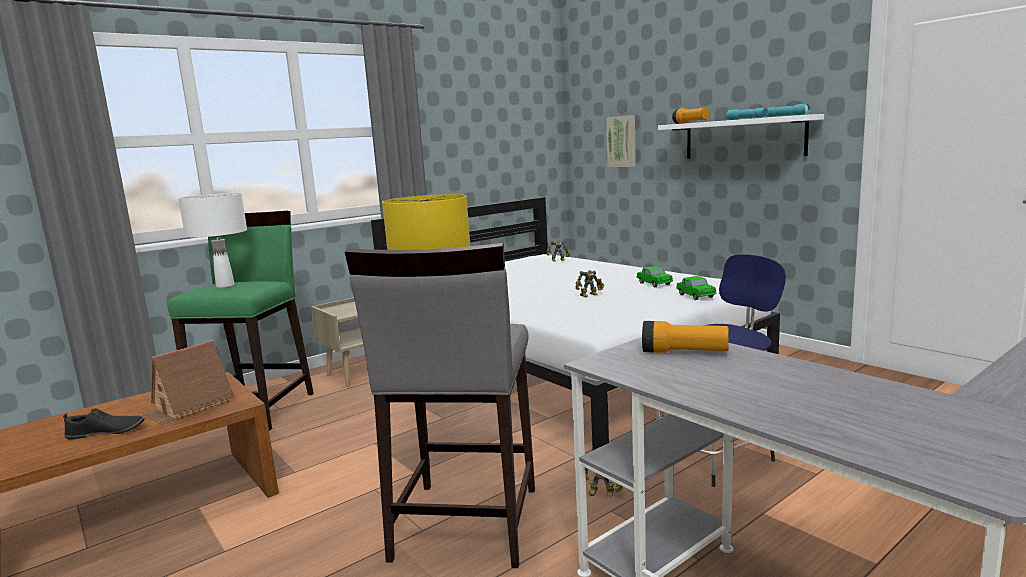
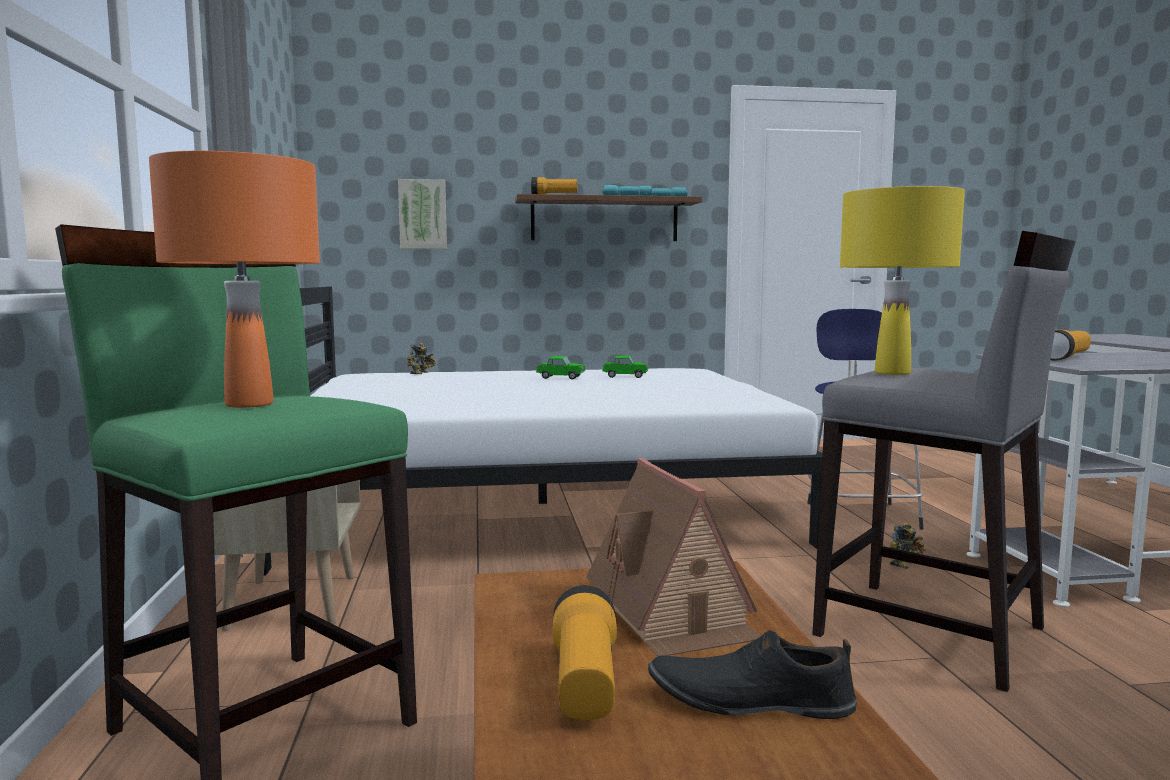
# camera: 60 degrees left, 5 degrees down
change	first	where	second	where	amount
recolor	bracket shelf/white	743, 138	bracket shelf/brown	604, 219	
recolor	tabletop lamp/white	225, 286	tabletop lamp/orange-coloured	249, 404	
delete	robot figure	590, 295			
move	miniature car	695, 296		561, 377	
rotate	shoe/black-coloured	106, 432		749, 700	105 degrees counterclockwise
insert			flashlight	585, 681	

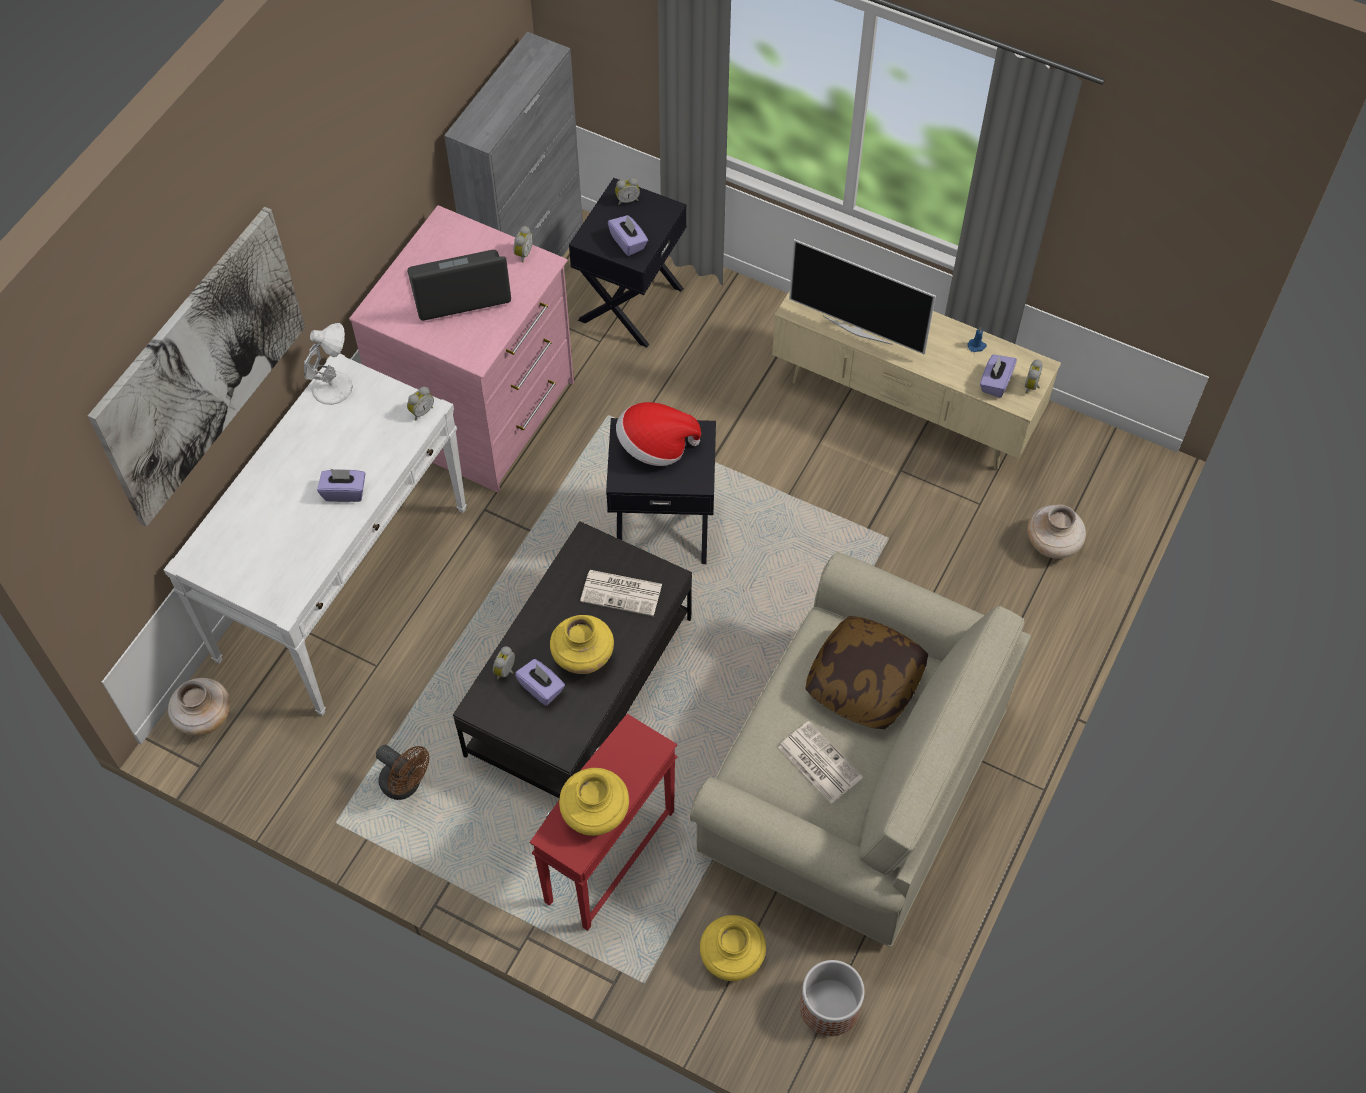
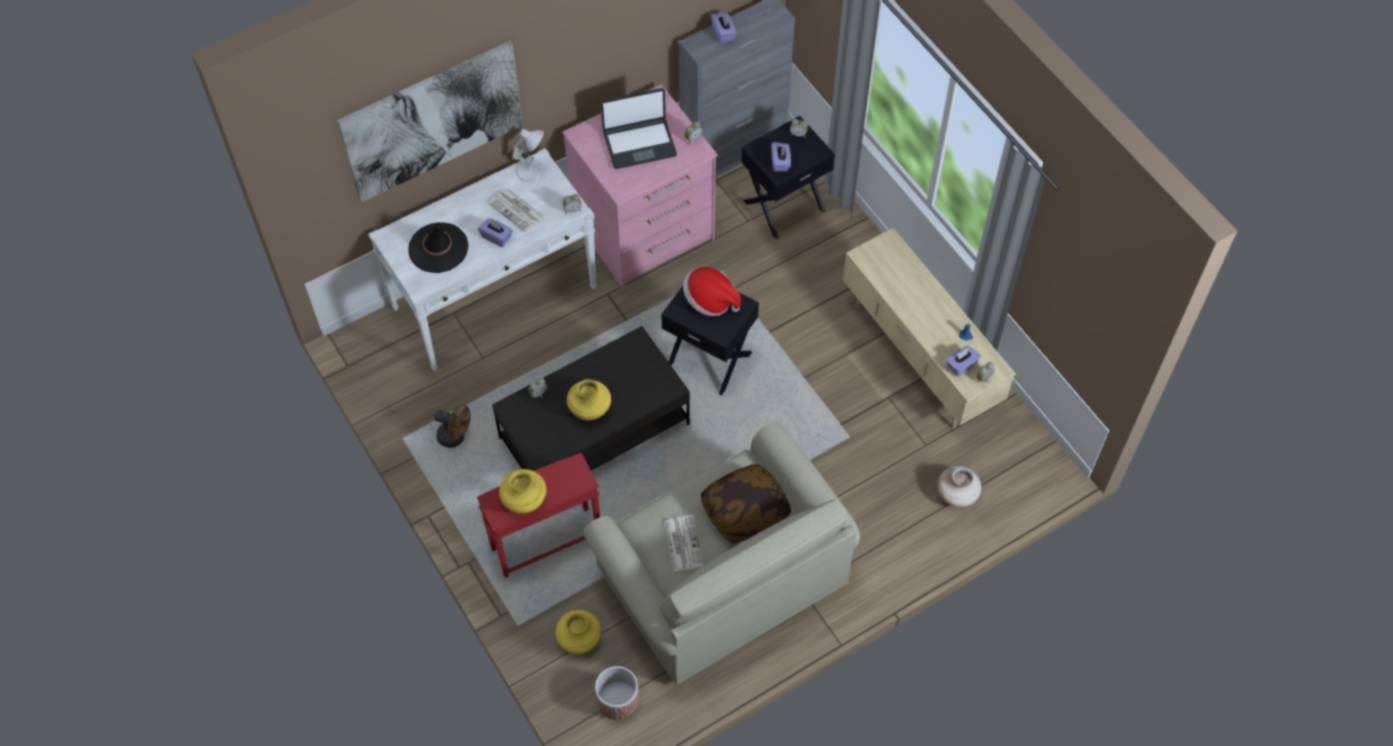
# camera: 30 degrees right, 0 degrees up
change	first	where	second	where	amount
delete	television	858, 329			
rotate	notebook computer	459, 289		639, 143	150 degrees clockwise
move	daily paper	622, 593		517, 211	
move	tissue box/purple-coloured	541, 688		723, 33	
delete	vase/beige-coloured	204, 717			
rotate	fan/brown	406, 785		455, 437	45 degrees counterclockwise
insert			clothing hat/black-coloured	438, 248	

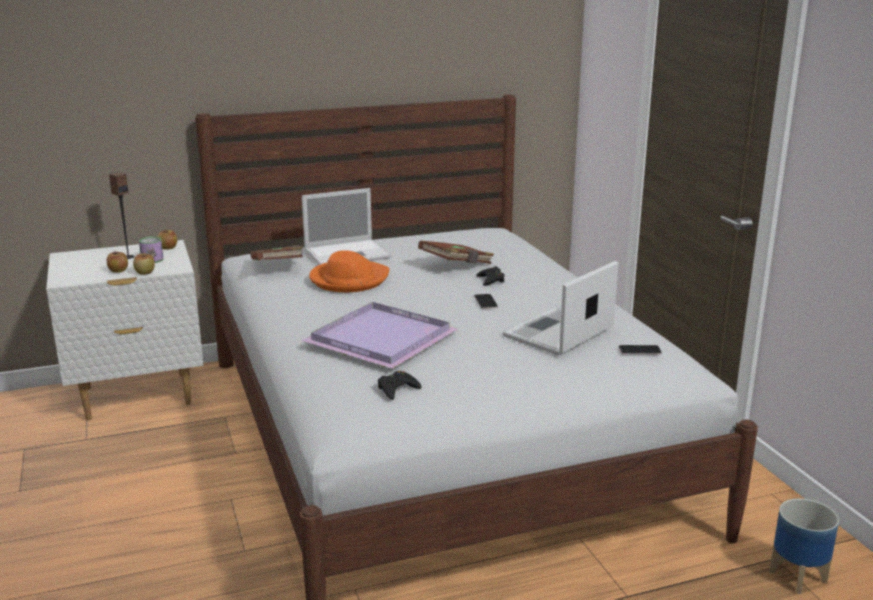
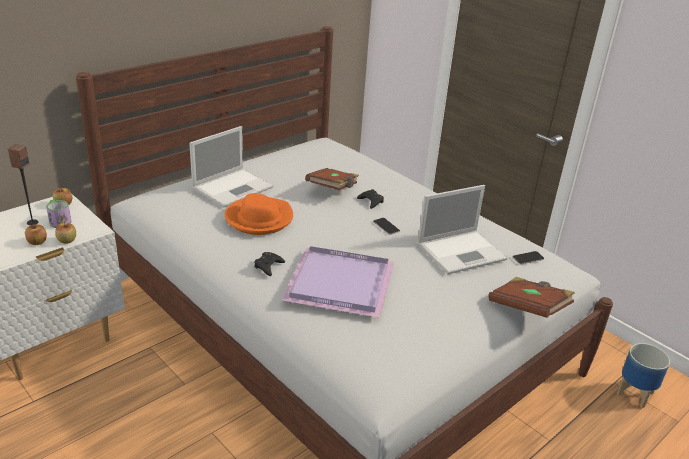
# camera: 25 degrees left, 10 degrees up
change	first	where	second	where	amount
move	bound book/brown	278, 267		528, 308	
rotate	notebook computer	557, 333		462, 251	135 degrees counterclockwise
move	joypad/black-coloured	397, 389		268, 266	

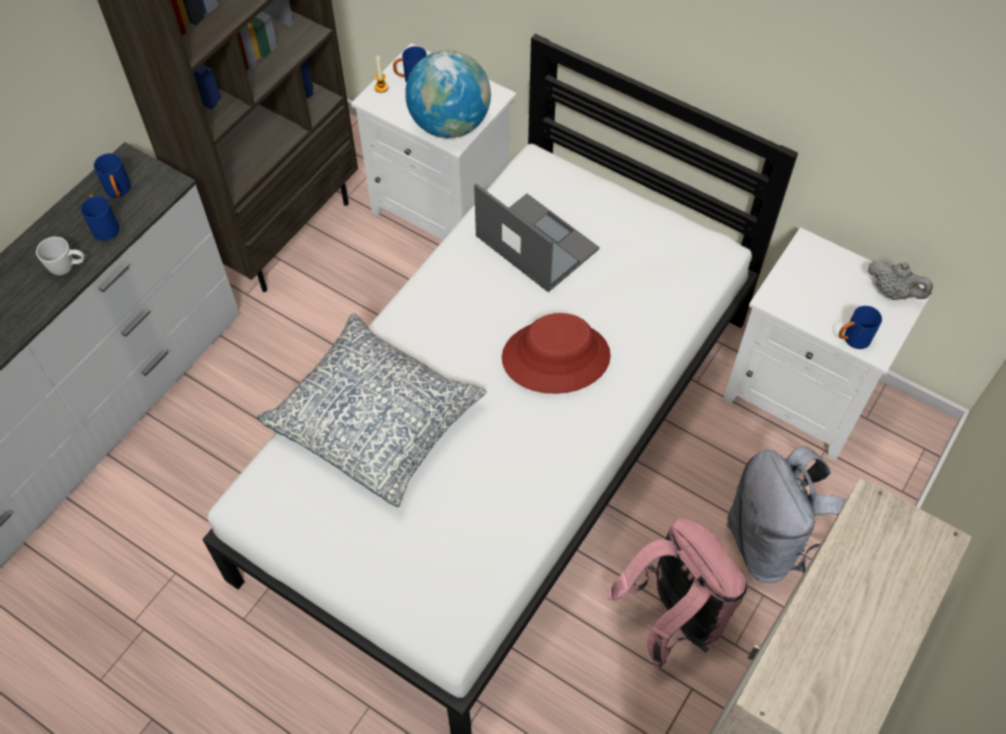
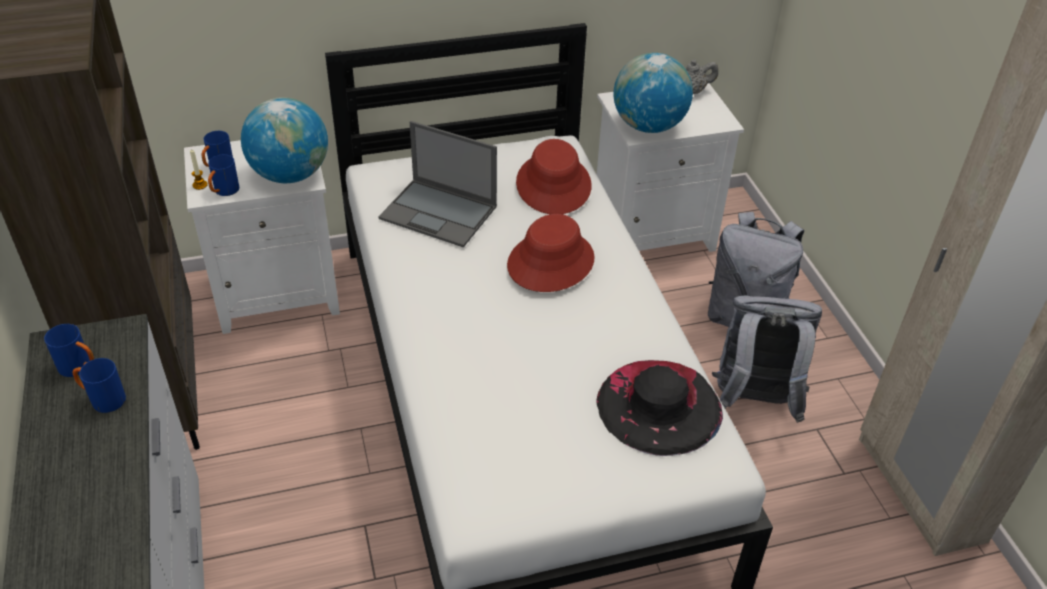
# camera: 50 degrees left, 15 degrees down
change	first	where	second	where	amount
rotate	notebook computer	535, 242		439, 213	150 degrees counterclockwise
delete	coffee mug/white	68, 268			
move	coffee mug/blue	852, 340		224, 192	
delete	throw pillow	376, 420			
recolor	knapsack/pink-coloured	672, 617	knapsack/grey	753, 401	
insert			desk globe	648, 126	
insert			clothing hat/red-coloured	554, 185	
insert			clothing hat/black-coloured	659, 406	

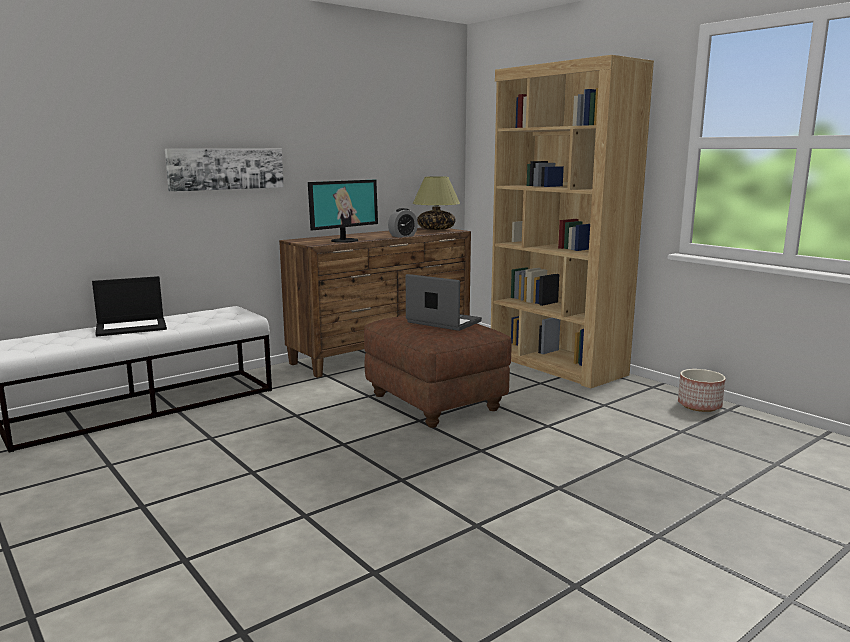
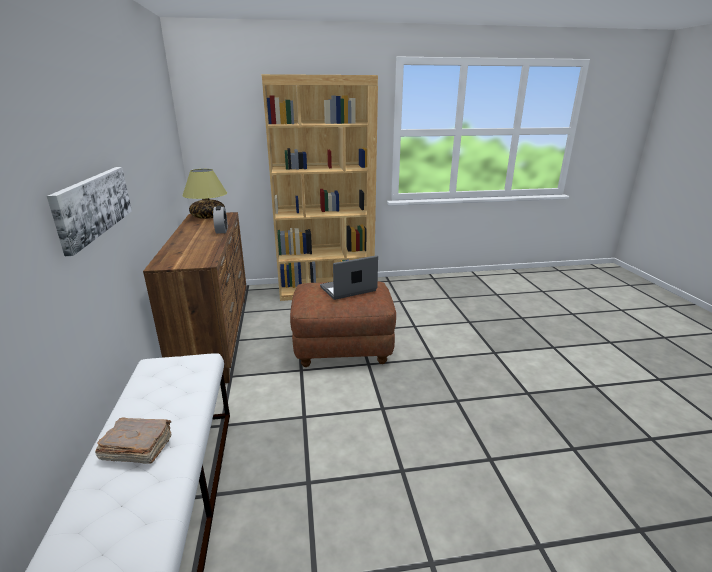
# camera: 60 degrees left, 10 degrees up
change	first	where	second	where	amount
delete	monitor	344, 240			
replace	notebook computer	132, 327	bound book/brown	137, 449	
delete	planter	698, 405			

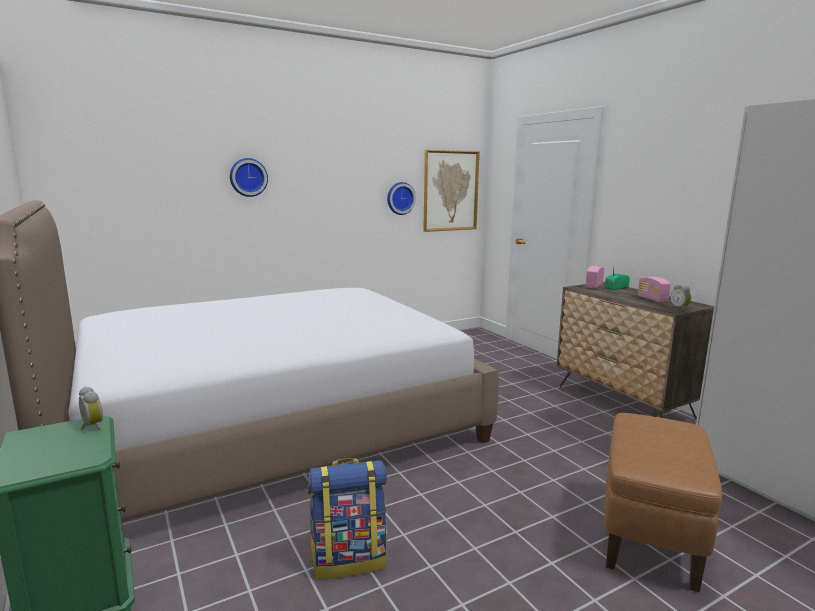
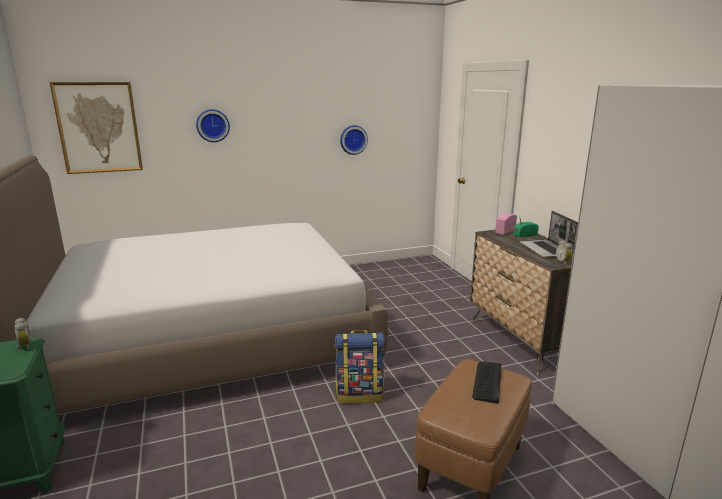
# camera: 10 degrees right, 5 degrees up
change	first	where	second	where	amount
move	picture	450, 191		99, 127	
replace	radio set	652, 299	notebook computer	547, 250	
move	knapsack	349, 559		360, 394	
insert			keyboard	487, 382	

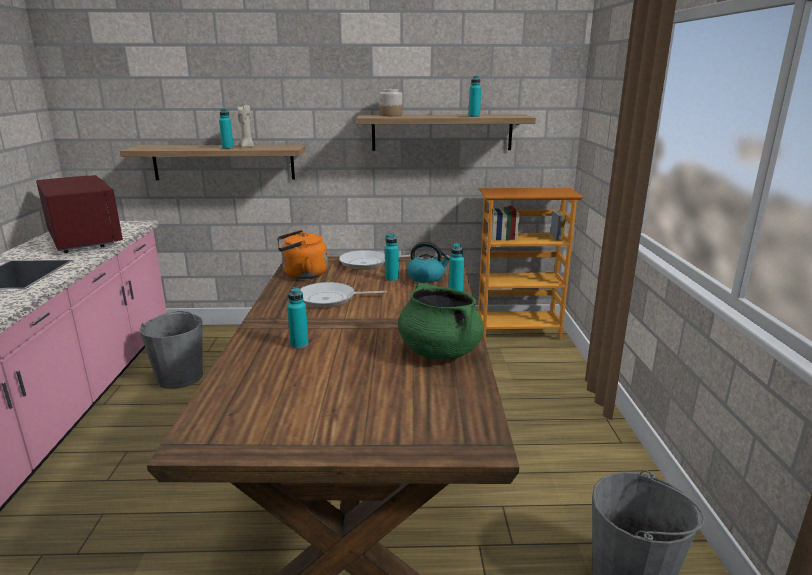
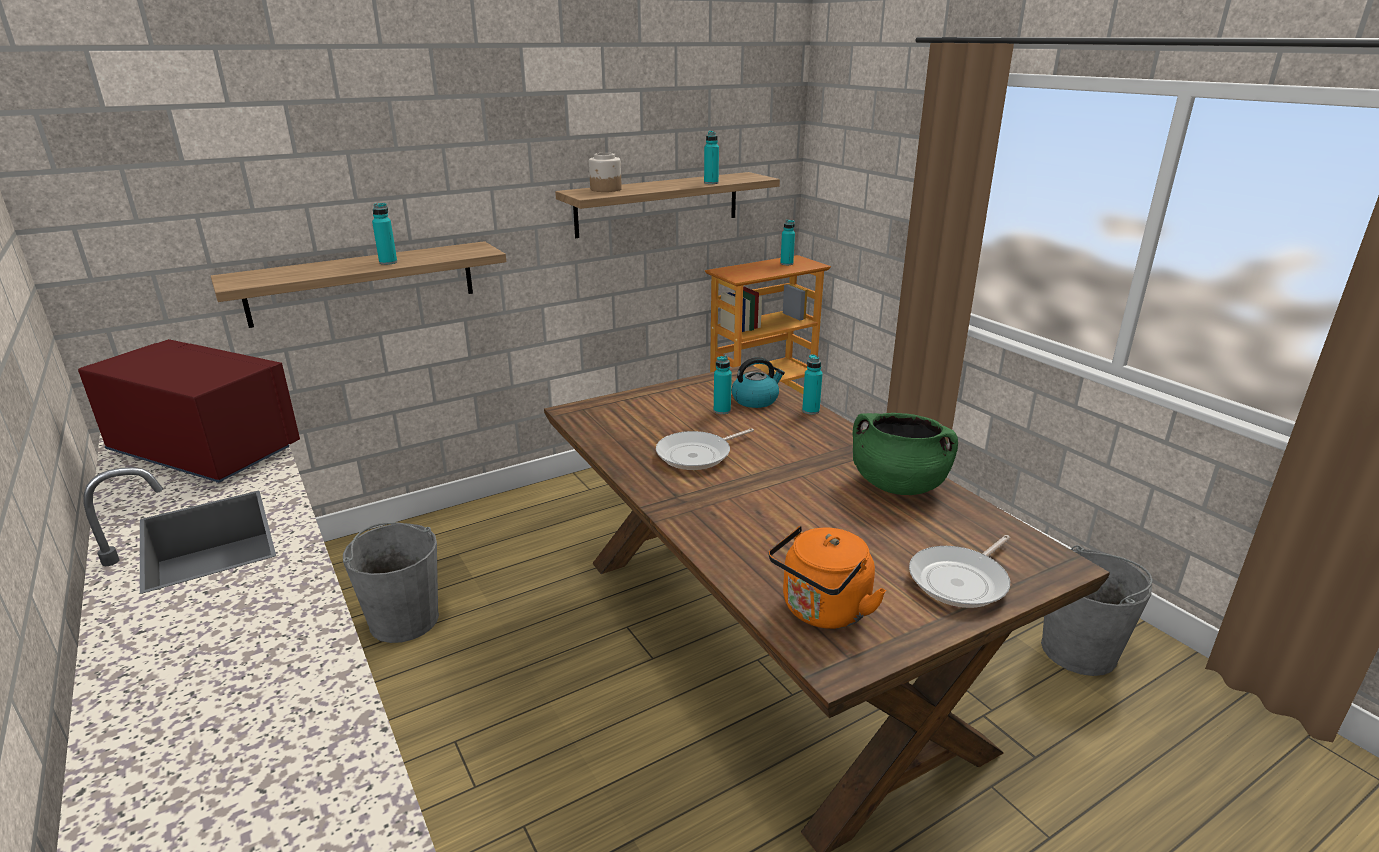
# camera: 30 degrees left, 5 degrees up
change	first	where	second	where	amount
delete	candle/beige-coloured	247, 147			
move	kettle/orange-coloured	302, 274		822, 611	
move	skillet	367, 263		961, 581	
move	beverage bottle/turquoise-coloured	299, 344		786, 263	

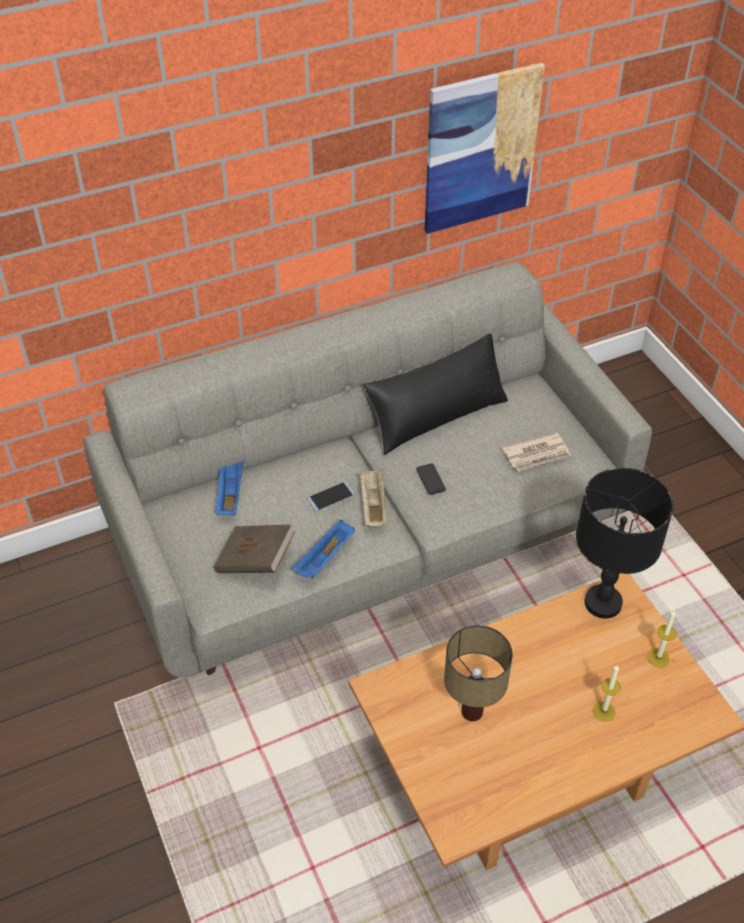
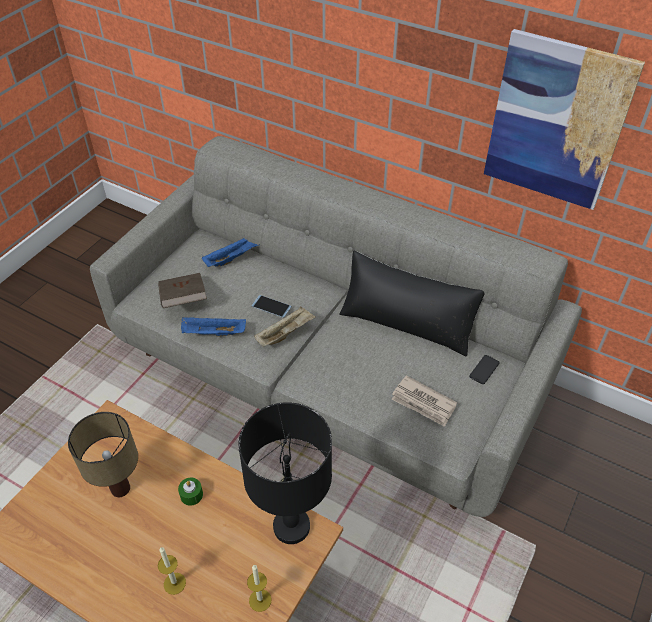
# camera: 55 degrees right, 0 degrees up
change	first	where	second	where	amount
move	handset	430, 479		484, 369	
insert			candle/green	191, 495	

